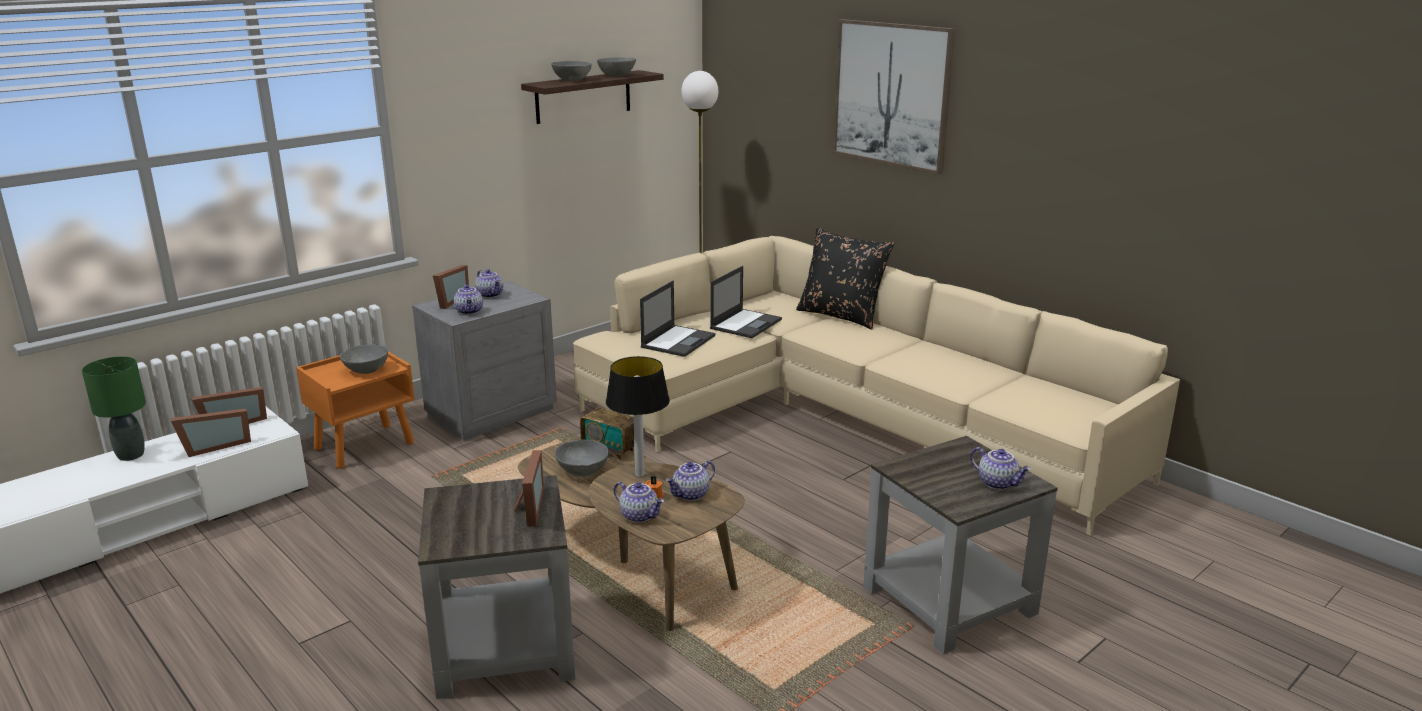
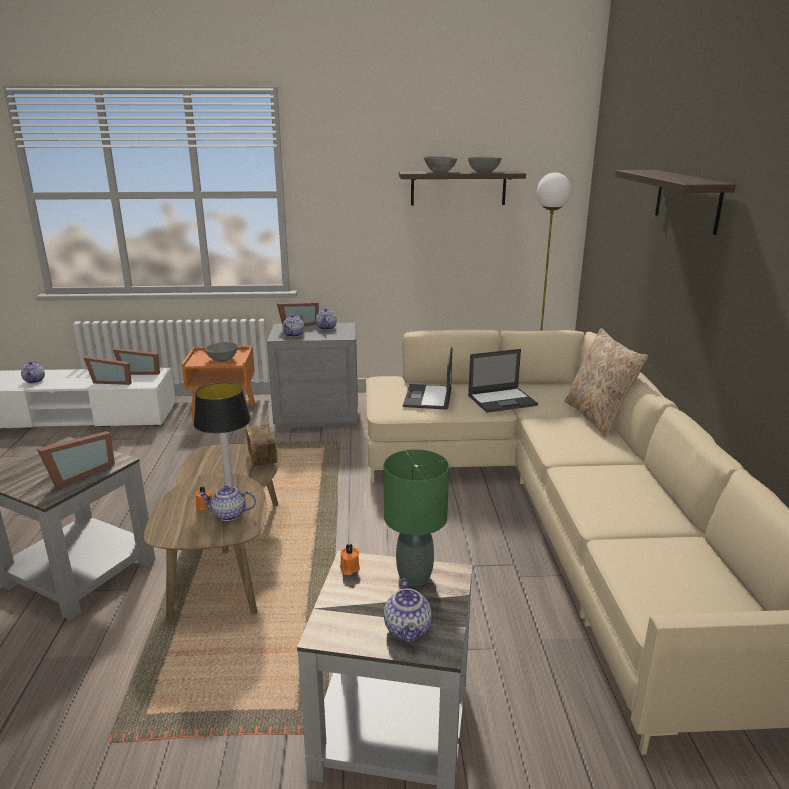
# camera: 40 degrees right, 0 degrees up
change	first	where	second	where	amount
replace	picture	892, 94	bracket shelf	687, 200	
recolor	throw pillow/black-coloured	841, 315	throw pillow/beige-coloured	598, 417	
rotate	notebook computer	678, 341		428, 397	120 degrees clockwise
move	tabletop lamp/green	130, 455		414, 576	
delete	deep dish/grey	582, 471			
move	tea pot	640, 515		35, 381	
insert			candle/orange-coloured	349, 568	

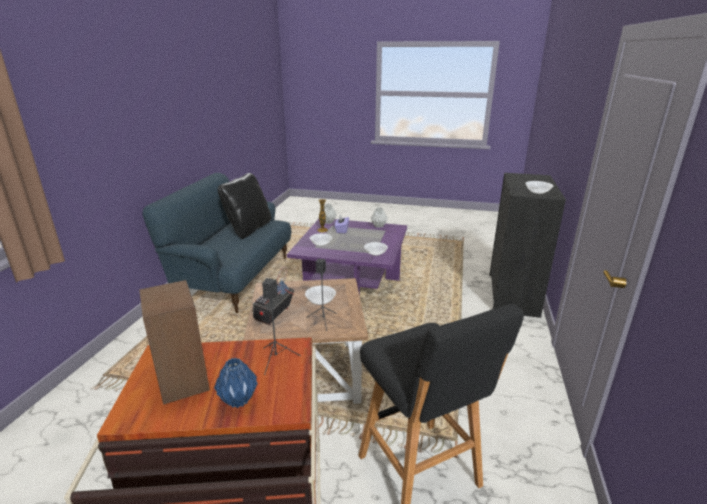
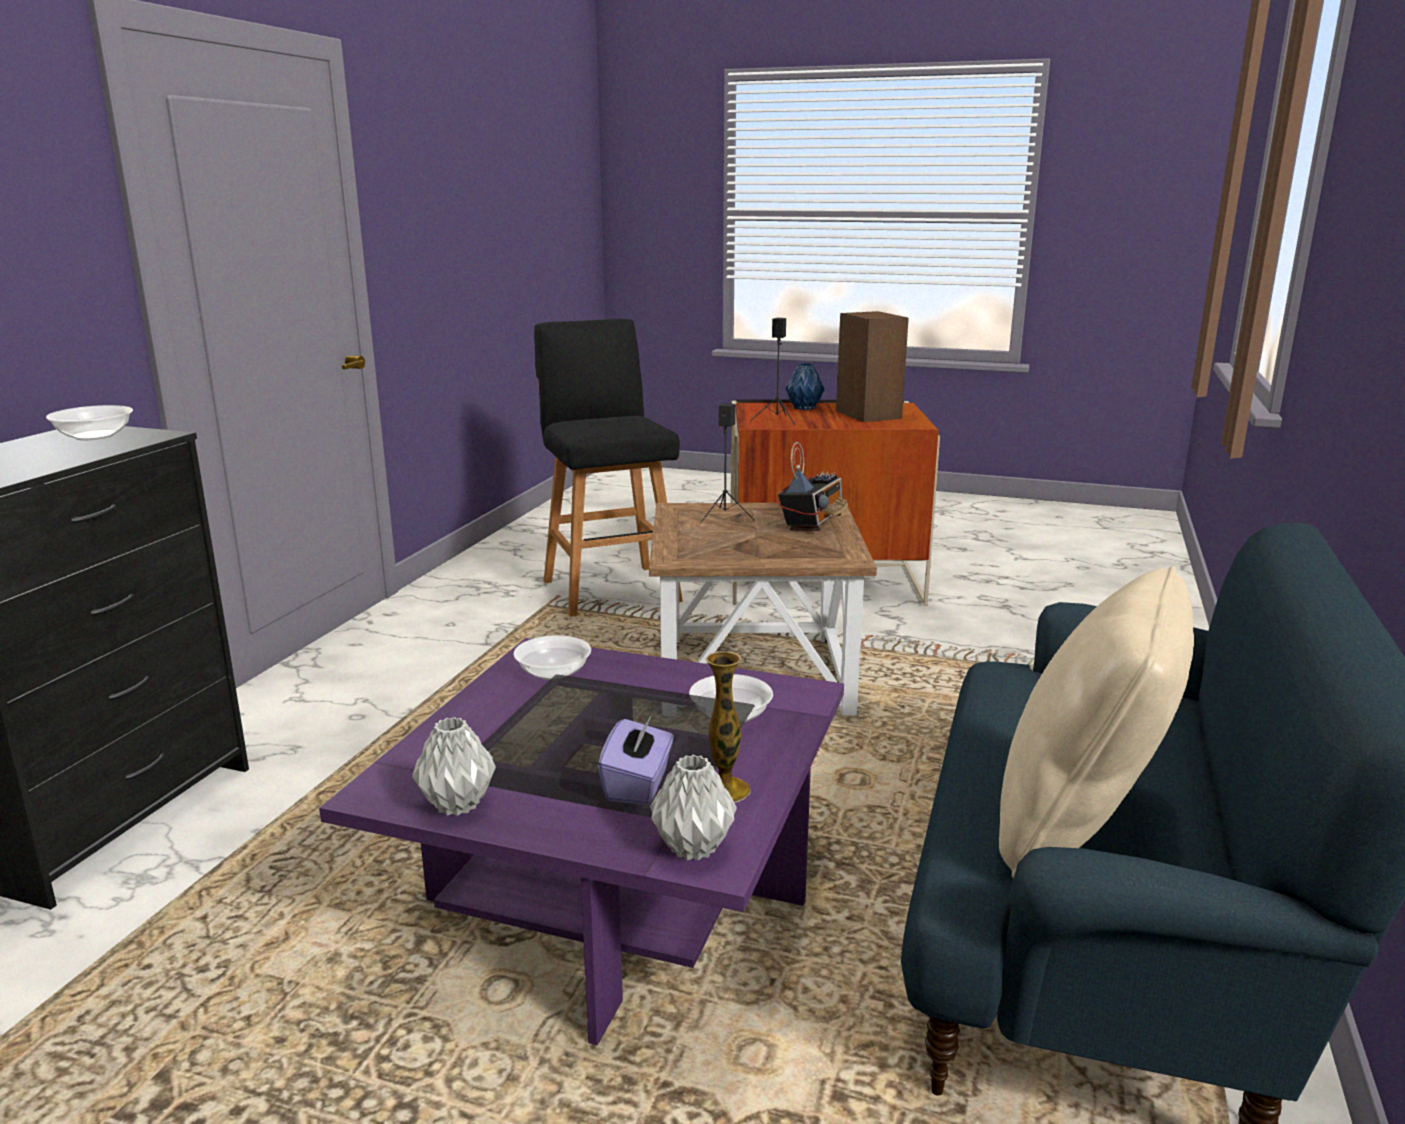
# camera: 175 degrees left, 5 degrees down
change	first	where	second	where	amount
recolor	throw pillow/black-coloured	248, 229	throw pillow/beige-coloured	1080, 827	
delete	deep dish	320, 301			

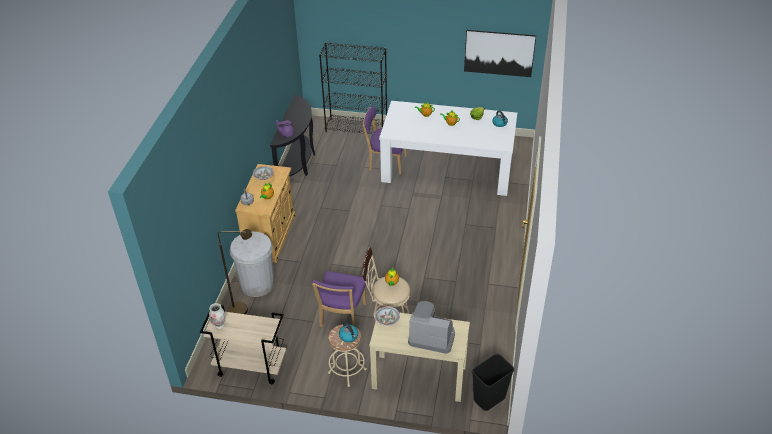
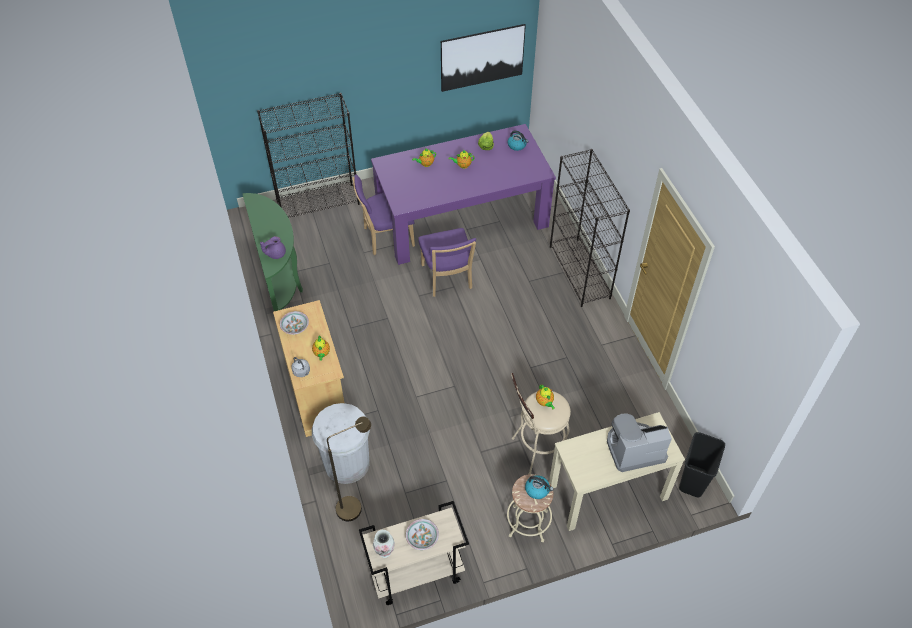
# camera: 30 degrees left, 10 degrees up
change	first	where	second	where	amount
recolor	narrow table/black-coloured	298, 164	narrow table/green	280, 279	
recolor	dinner table/white	447, 169	dinner table/purple-coloured	462, 218	
move	chair/purple-coloured	342, 317		447, 279	
move	deep dish	387, 320		422, 538	
insert			bookshelf/black-coloured	580, 272	

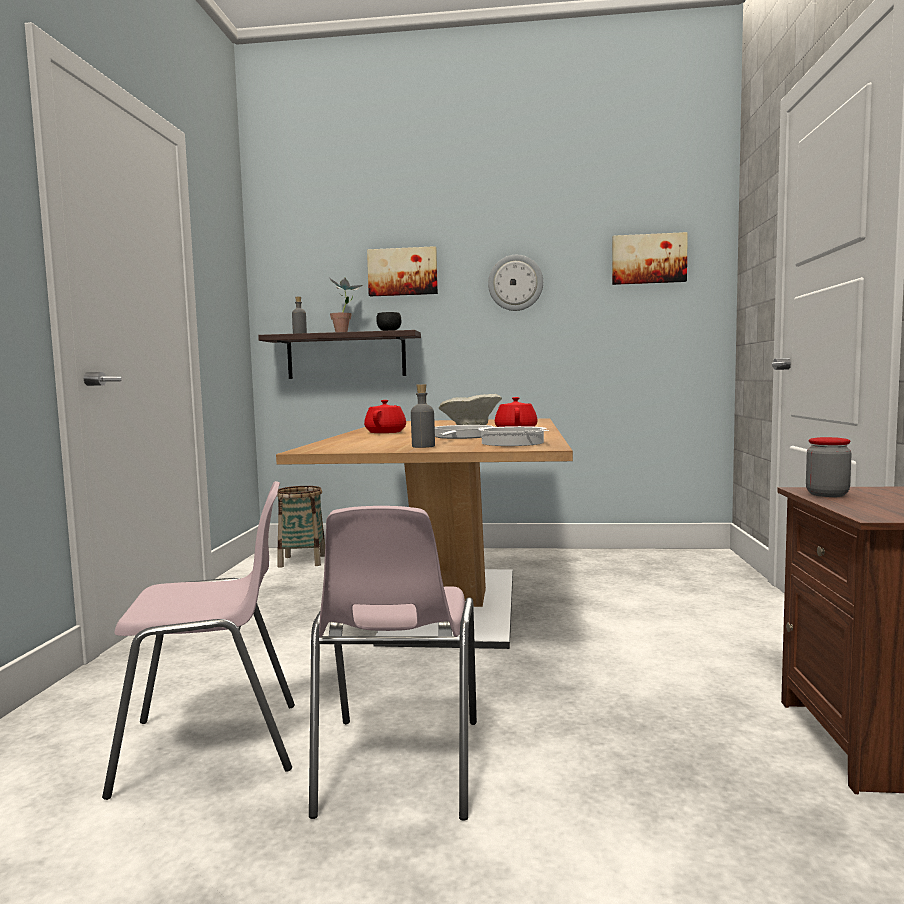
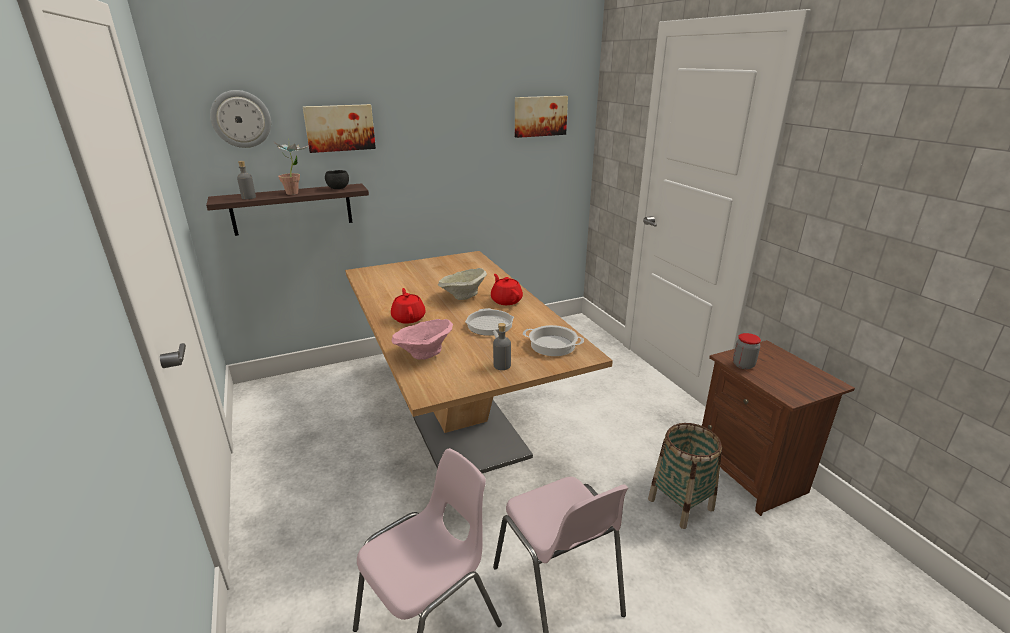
# camera: 30 degrees left, 20 degrees up
change	first	where	second	where	amount
move	wall clock	515, 283		241, 119	
move	storage basket	302, 561		681, 504	
insert			deep dish/pink-coloured	424, 354	

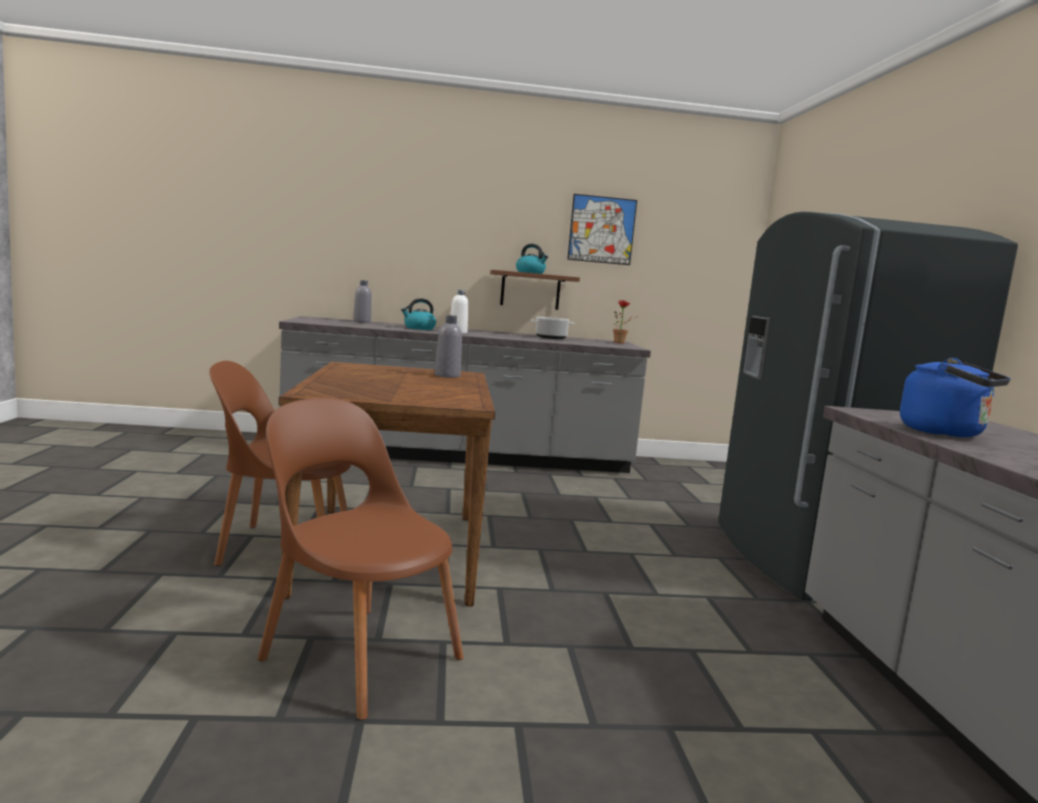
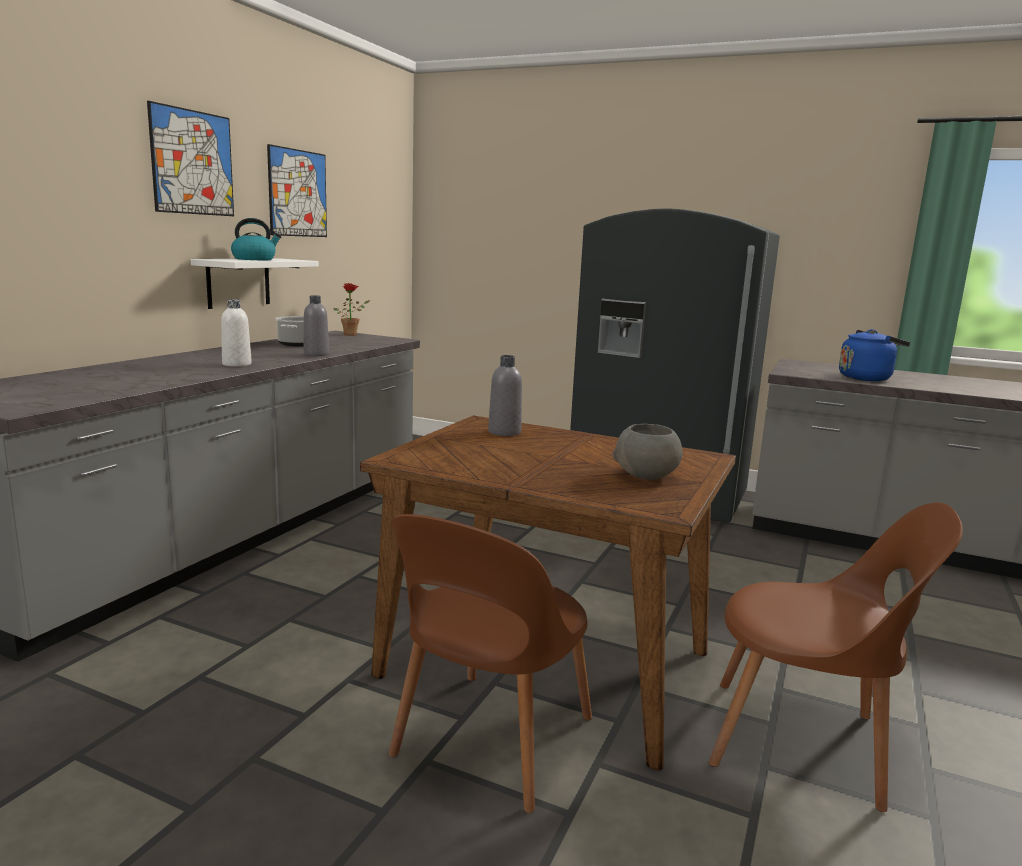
# camera: 60 degrees left, 5 degrees up
change	first	where	second	where	amount
recolor	bracket shelf/brown	530, 290	bracket shelf/white	238, 282	
move	beverage bottle/grey	362, 321		316, 354	
delete	kettle	419, 328			
rotate	chair/brown	357, 654		804, 743	135 degrees counterclockwise
insert			picture	192, 162	
insert			deep dish/grey	646, 476	

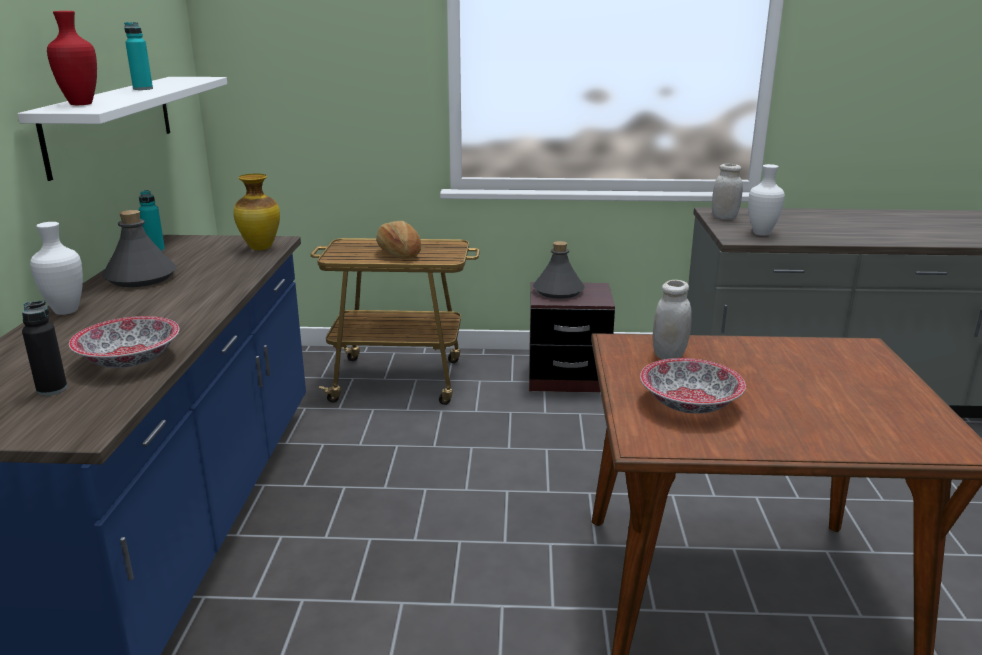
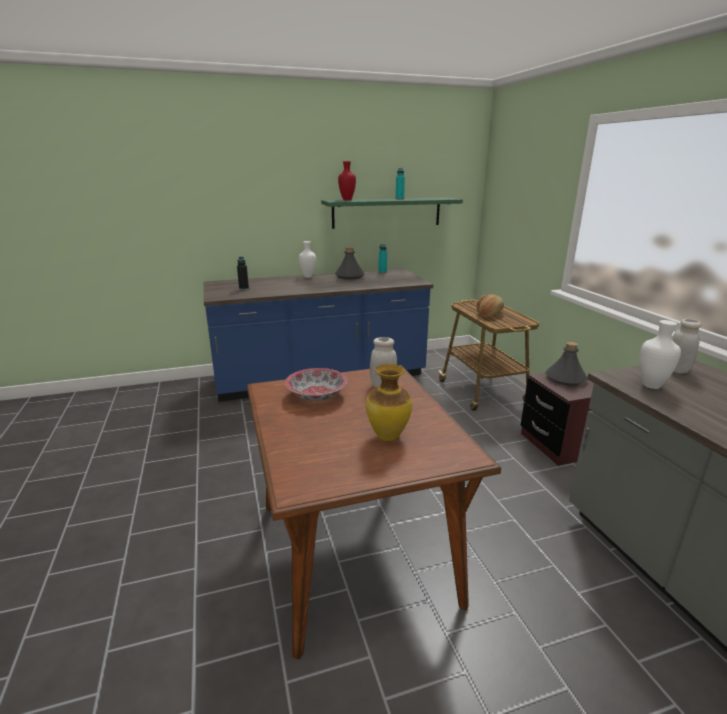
# camera: 70 degrees right, 0 degrees up
change	first	where	second	where	amount
recolor	bracket shelf/white	111, 123	bracket shelf/green	387, 212	
move	vase	260, 248		387, 436	
delete	deep dish	130, 360			

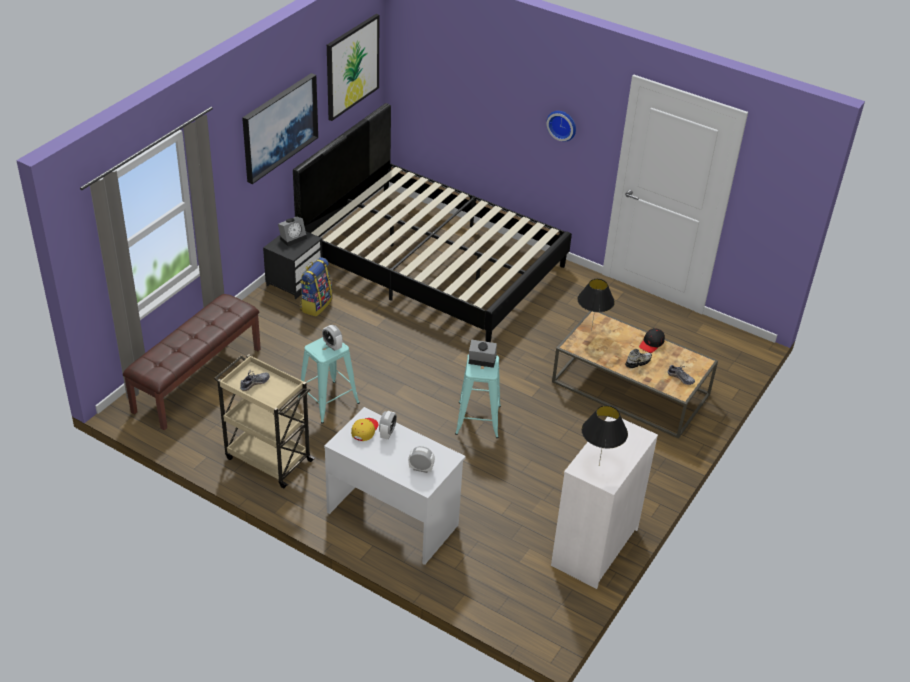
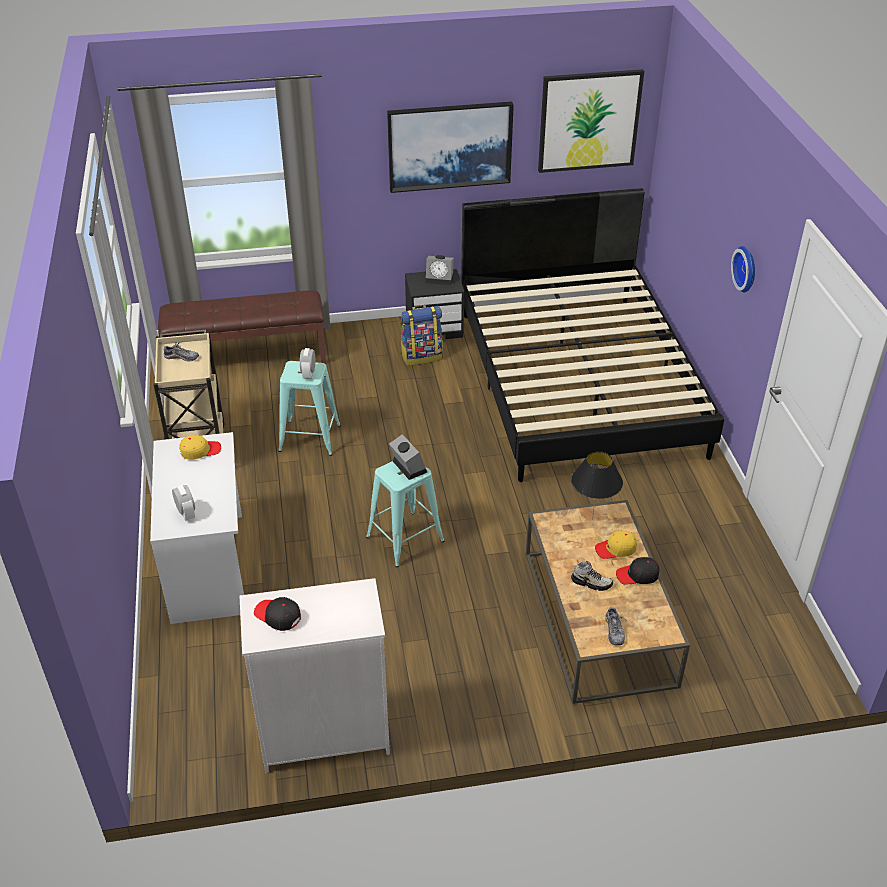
# camera: 50 degrees right, 0 degrees up
change	first	where	second	where	amount
replace	tabletop lamp/black-coloured	599, 465	baseball cap/black-coloured	278, 616	
delete	alarm clock	387, 433			
insert			baseball cap/yellow	616, 549	

